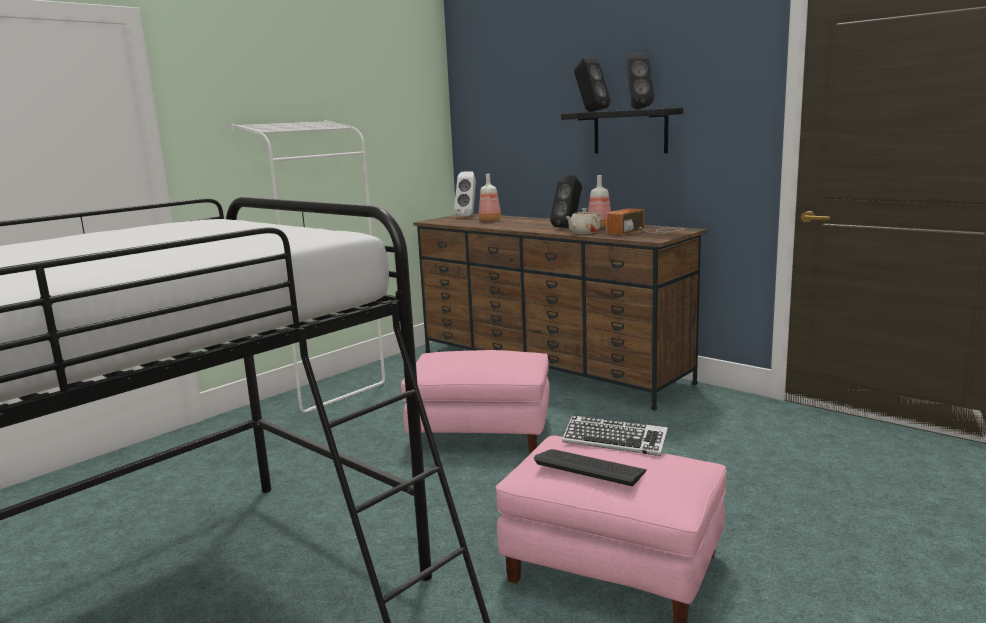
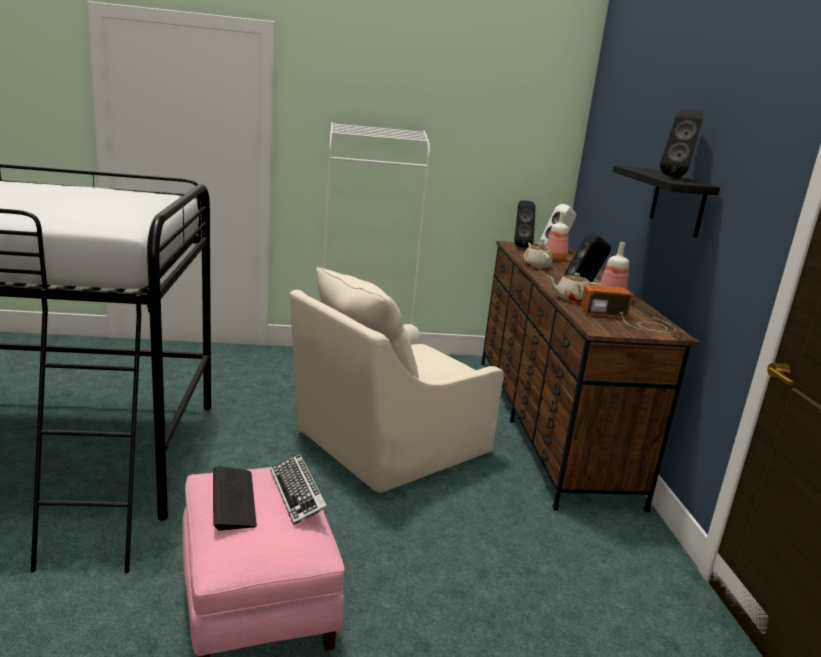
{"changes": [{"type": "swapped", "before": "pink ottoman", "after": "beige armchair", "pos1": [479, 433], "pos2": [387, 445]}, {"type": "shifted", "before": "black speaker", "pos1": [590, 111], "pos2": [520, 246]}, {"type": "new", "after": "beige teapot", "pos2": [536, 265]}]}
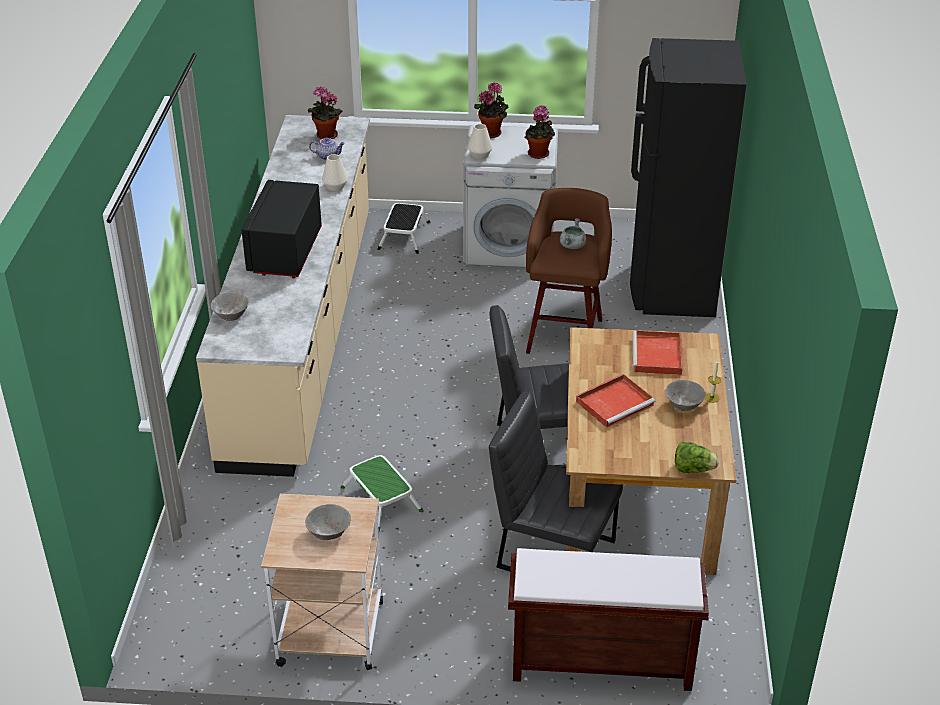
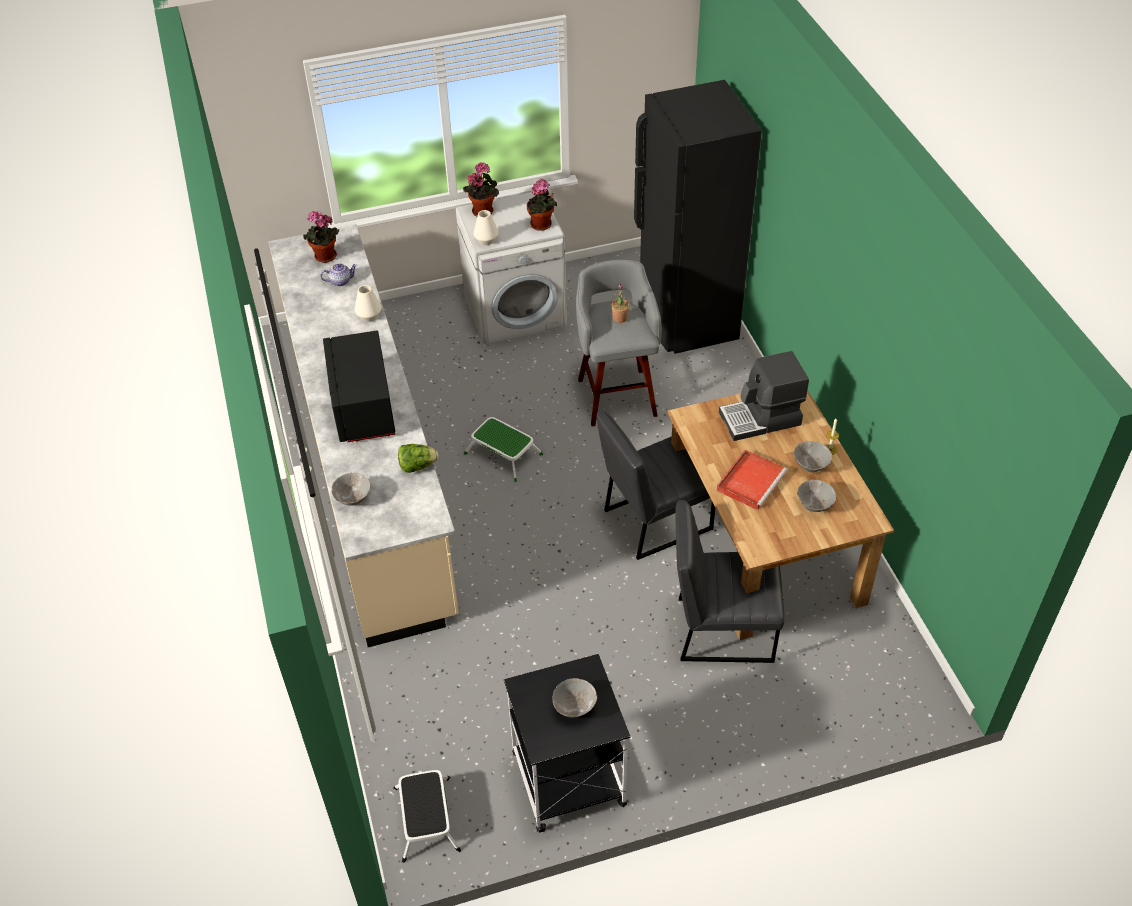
{"changes": [{"type": "shifted", "before": "black step ladder", "pos1": [404, 235], "pos2": [427, 818]}, {"type": "shifted", "before": "lettuce", "pos1": [693, 469], "pos2": [417, 466]}, {"type": "shifted", "before": "green step ladder", "pos1": [381, 499], "pos2": [503, 454]}, {"type": "repainted", "before": "beige cart", "after": "black cart", "pos1": [328, 632], "pos2": [566, 780]}, {"type": "repainted", "before": "brown stool", "after": "grey stool", "pos1": [565, 334], "pos2": [616, 395]}, {"type": "swapped", "before": "grey cooking pot", "after": "potted plant", "pos1": [572, 246], "pos2": [620, 318]}, {"type": "swapped", "before": "red tray", "after": "coffee machine", "pos1": [657, 356], "pos2": [761, 419]}, {"type": "new", "after": "grey bowl", "pos2": [814, 505]}, {"type": "gone", "before": "brown bench", "pos1": [599, 661]}]}
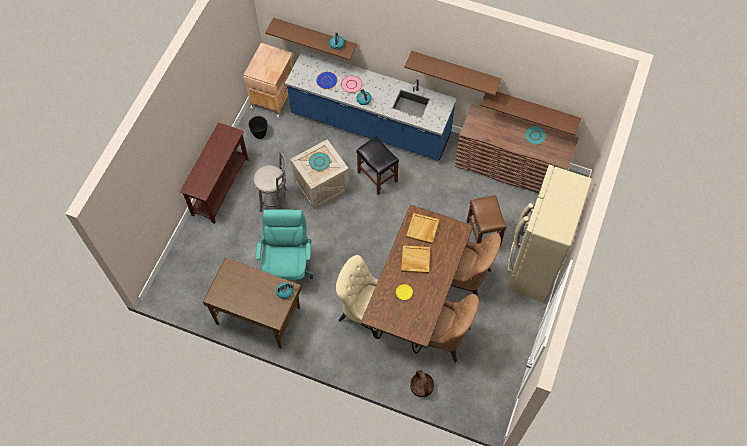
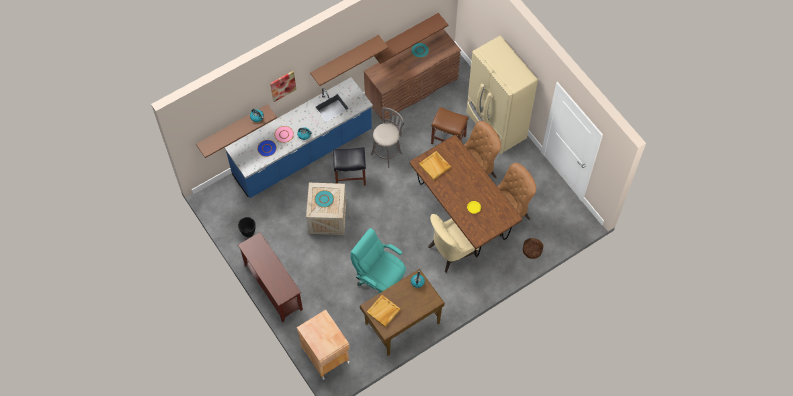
{"changes": [{"type": "new", "after": "picture", "pos2": [282, 85]}, {"type": "shifted", "before": "brown cart", "pos1": [273, 97], "pos2": [325, 355]}, {"type": "shifted", "before": "beige tray", "pos1": [415, 260], "pos2": [383, 311]}, {"type": "shifted", "before": "grey stool", "pos1": [275, 201], "pos2": [387, 152]}]}
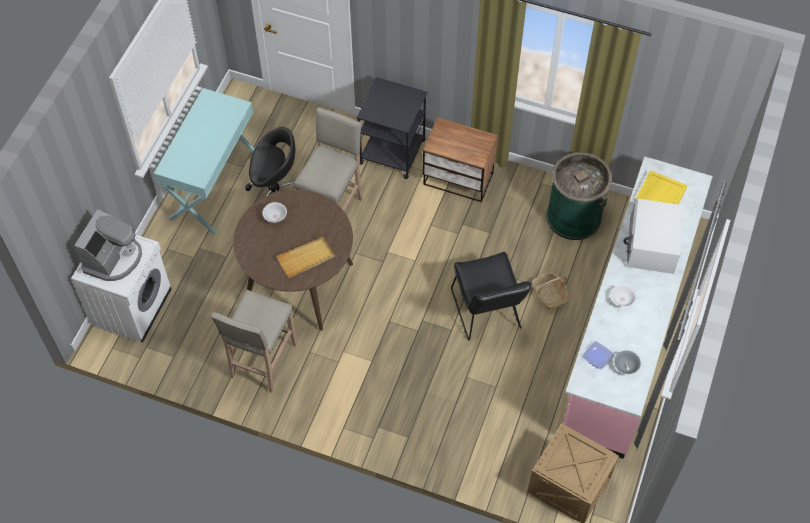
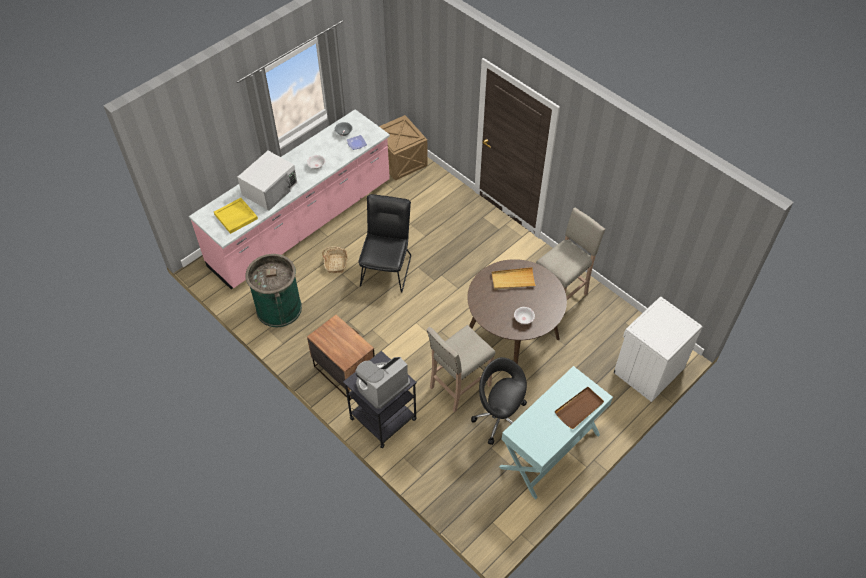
{"changes": [{"type": "shifted", "before": "coffee machine", "pos1": [113, 258], "pos2": [381, 385]}, {"type": "new", "after": "brown tray", "pos2": [579, 408]}]}
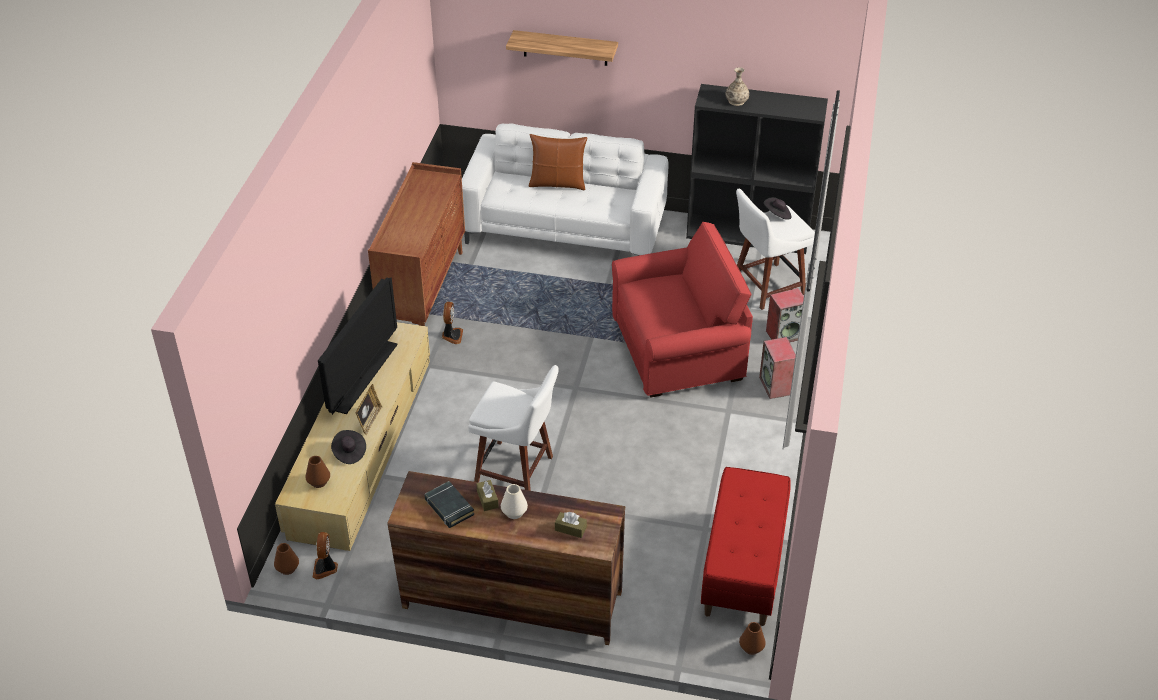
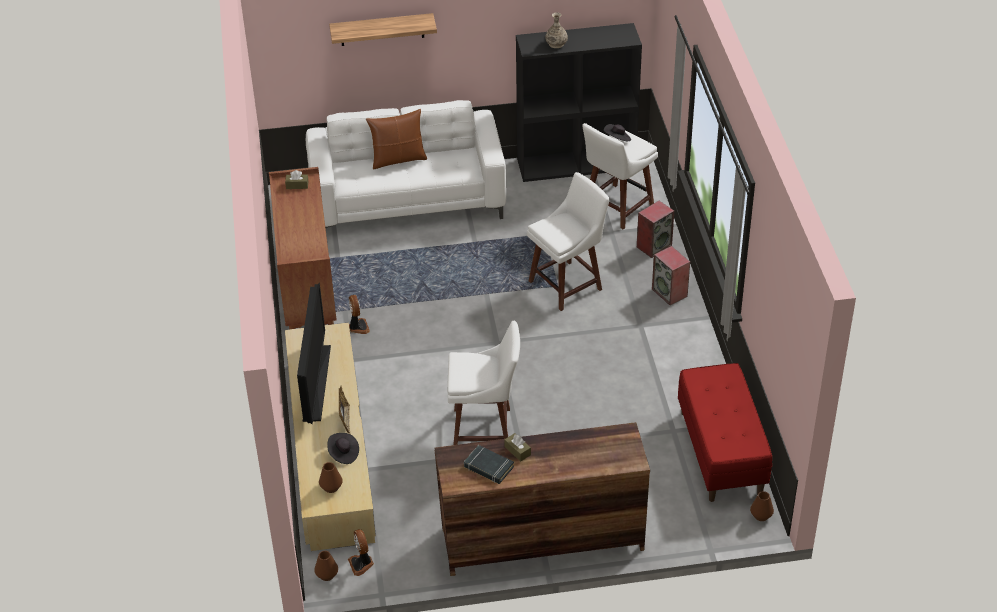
{"changes": [{"type": "shifted", "before": "brown tissue box", "pos1": [570, 529], "pos2": [297, 185]}, {"type": "swapped", "before": "red armchair", "after": "white stool", "pos1": [677, 349], "pos2": [568, 284]}, {"type": "gone", "before": "white vase", "pos1": [514, 512]}]}
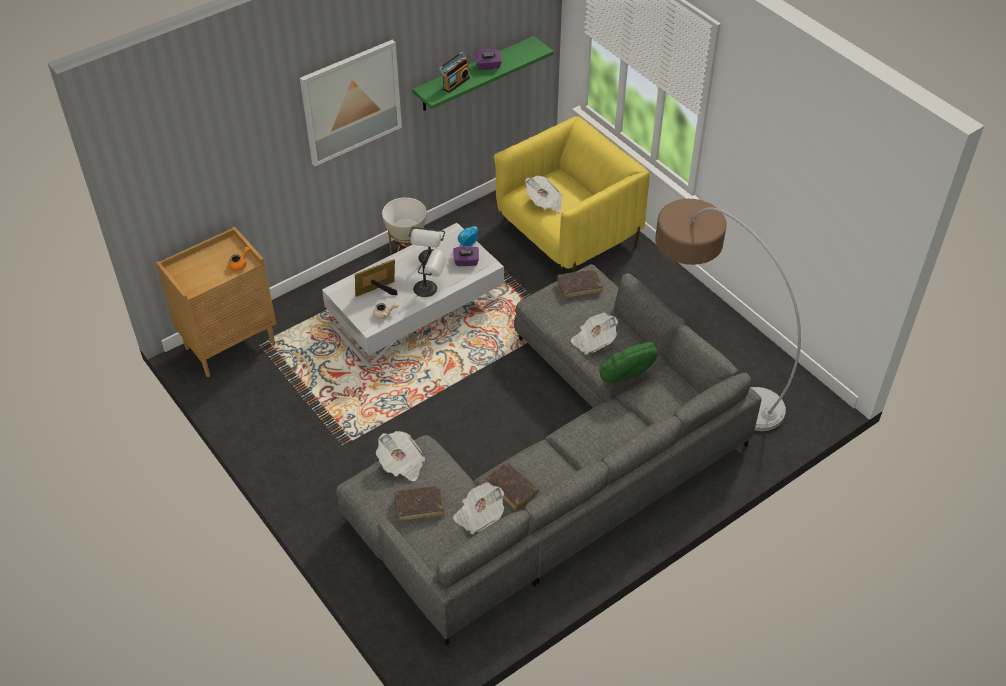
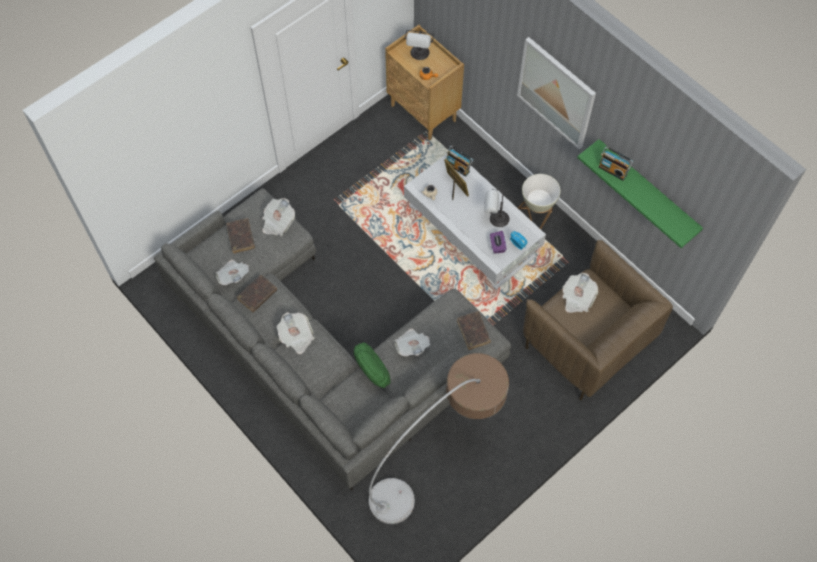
{"changes": [{"type": "new", "after": "newspaper", "pos2": [296, 337]}, {"type": "shifted", "before": "table lamp", "pos1": [430, 289], "pos2": [419, 55]}, {"type": "new", "after": "radio", "pos2": [458, 166]}, {"type": "repainted", "before": "yellow armchair", "after": "brown armchair", "pos1": [568, 234], "pos2": [587, 340]}, {"type": "gone", "before": "purple tissue box", "pos1": [488, 66]}]}
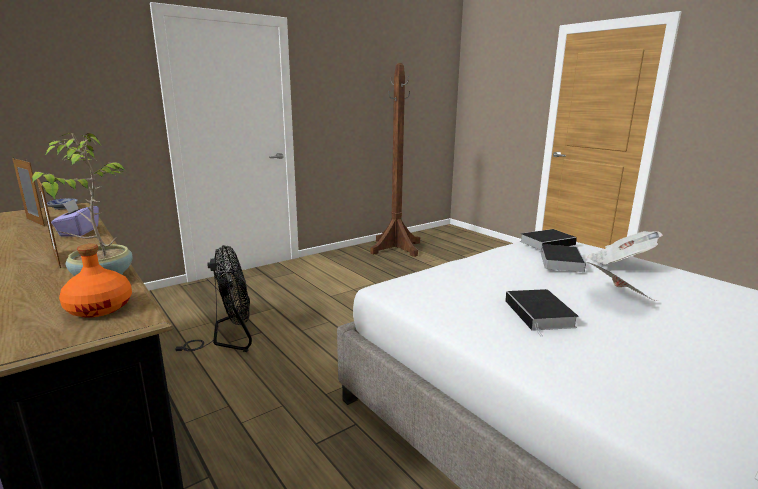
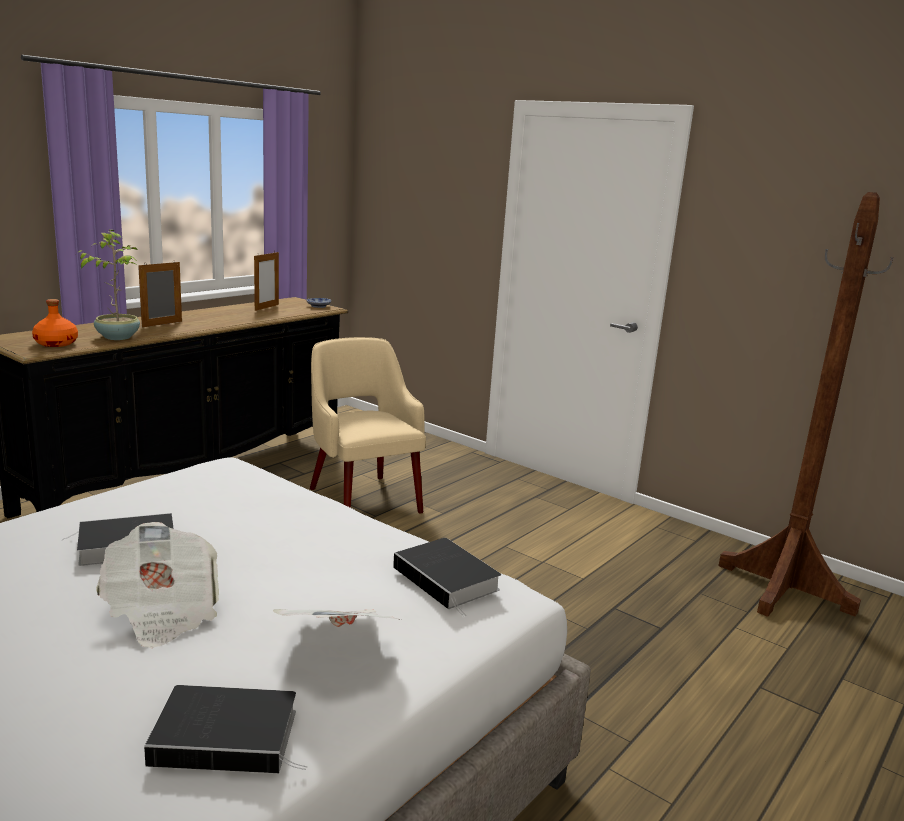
{"changes": [{"type": "shifted", "before": "book", "pos1": [560, 261], "pos2": [230, 736]}, {"type": "swapped", "before": "black fan", "after": "beige armchair", "pos1": [228, 334], "pos2": [363, 499]}, {"type": "gone", "before": "purple tissue box", "pos1": [79, 232]}]}
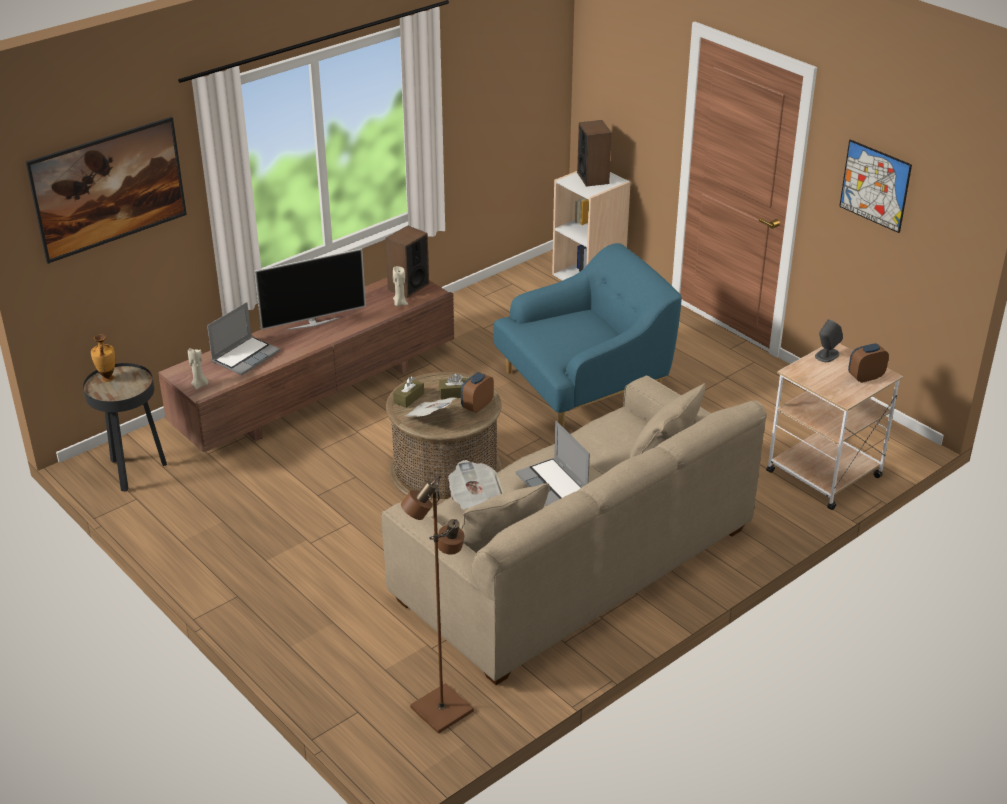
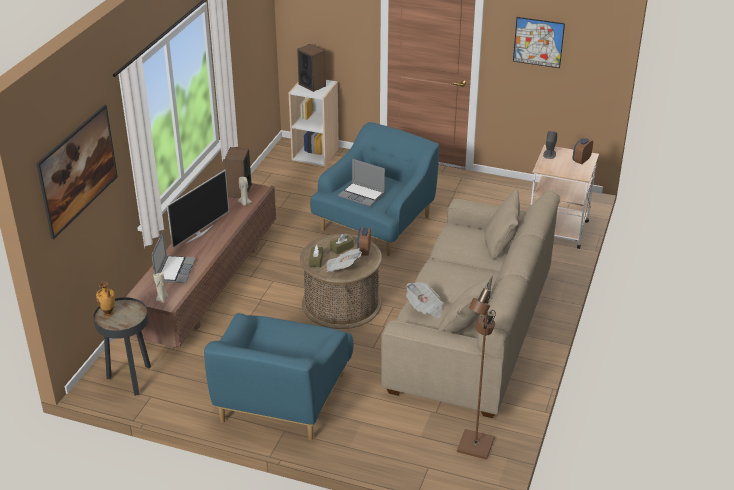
{"changes": [{"type": "new", "after": "blue armchair", "pos2": [281, 398]}, {"type": "shifted", "before": "laptop", "pos1": [553, 484], "pos2": [362, 195]}]}
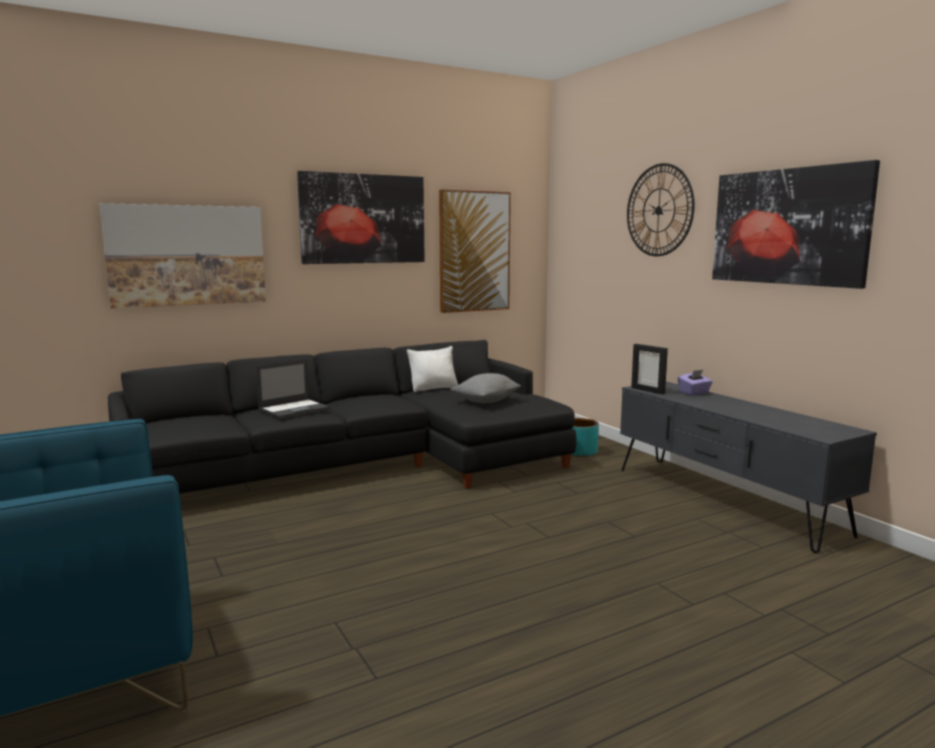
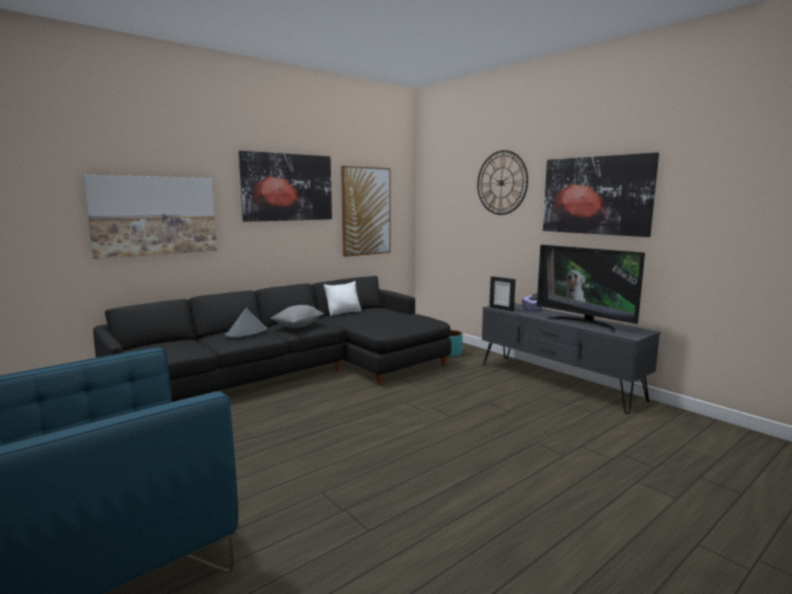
{"changes": [{"type": "swapped", "before": "laptop", "after": "grey hat", "pos1": [295, 409], "pos2": [247, 333]}, {"type": "shifted", "before": "grey pillow", "pos1": [486, 401], "pos2": [298, 326]}, {"type": "new", "after": "television", "pos2": [585, 323]}]}
